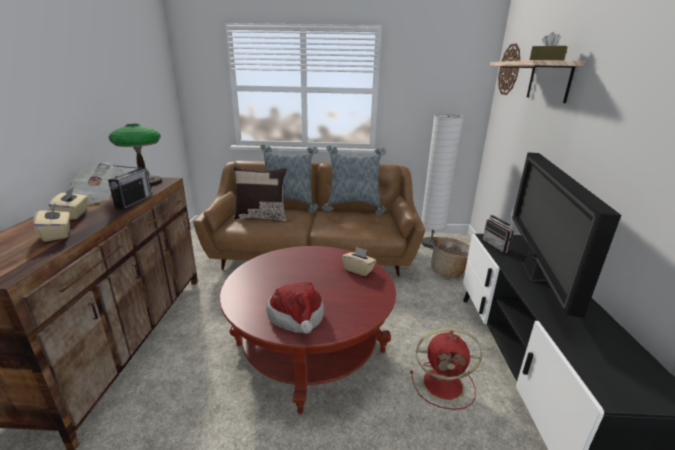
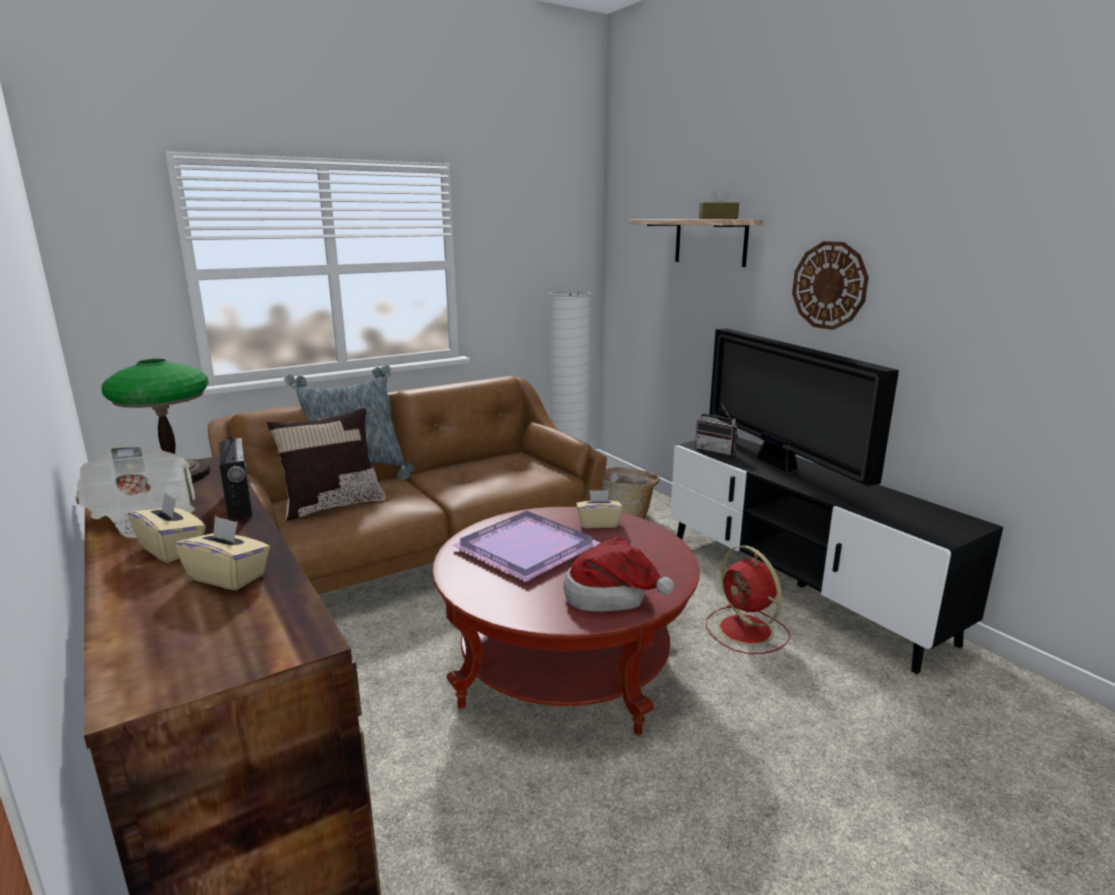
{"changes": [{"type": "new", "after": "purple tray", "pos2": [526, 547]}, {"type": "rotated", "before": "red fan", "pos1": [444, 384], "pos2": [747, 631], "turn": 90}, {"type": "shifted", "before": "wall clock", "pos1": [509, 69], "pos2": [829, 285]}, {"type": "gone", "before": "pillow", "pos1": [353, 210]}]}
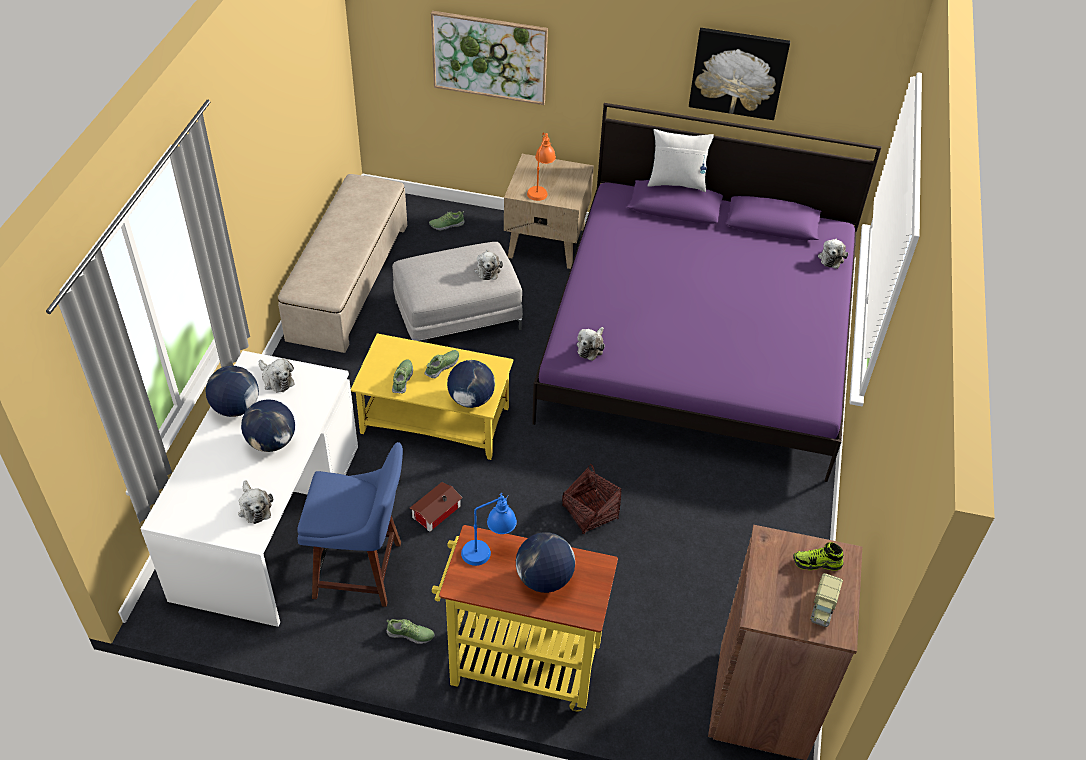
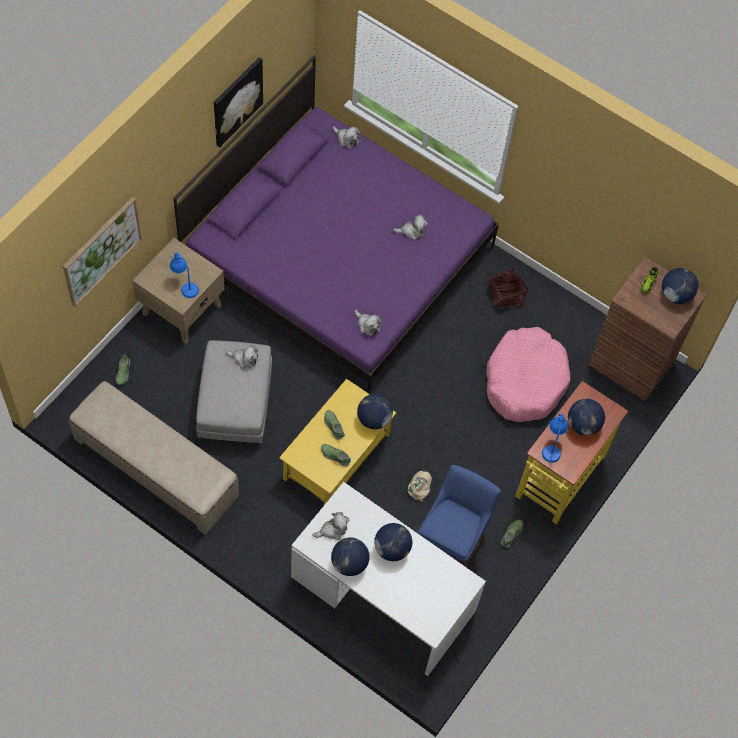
{"changes": [{"type": "repainted", "before": "orange table lamp", "after": "blue table lamp", "pos1": [540, 189], "pos2": [184, 285]}, {"type": "shifted", "before": "plush toy", "pos1": [254, 507], "pos2": [412, 231]}, {"type": "swapped", "before": "toy house", "after": "beige cap", "pos1": [434, 512], "pos2": [420, 486]}, {"type": "new", "after": "pink dog bed", "pos2": [525, 380]}, {"type": "shifted", "before": "basket", "pos1": [590, 512], "pos2": [505, 296]}, {"type": "swapped", "before": "toy truck", "after": "globe", "pos1": [823, 606], "pos2": [675, 295]}, {"type": "gone", "before": "grey pillow", "pos1": [676, 184]}]}
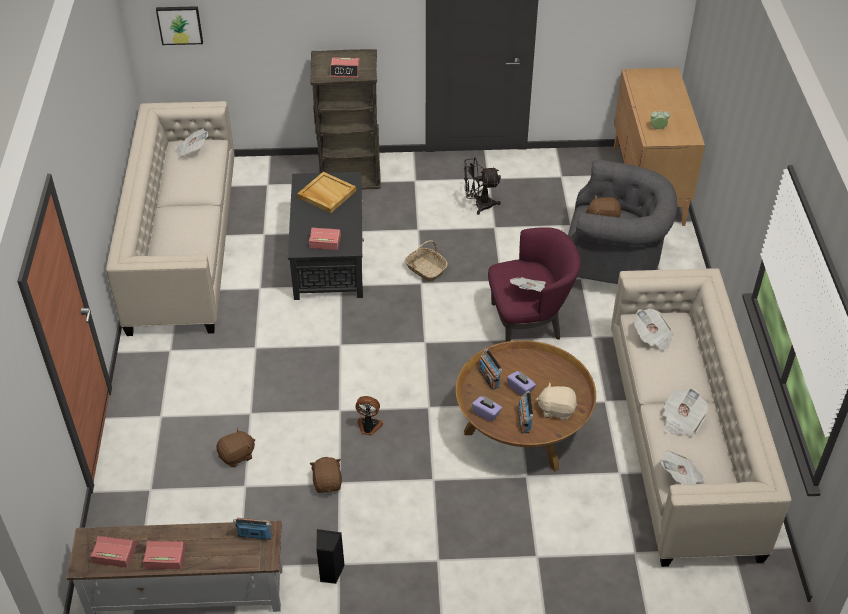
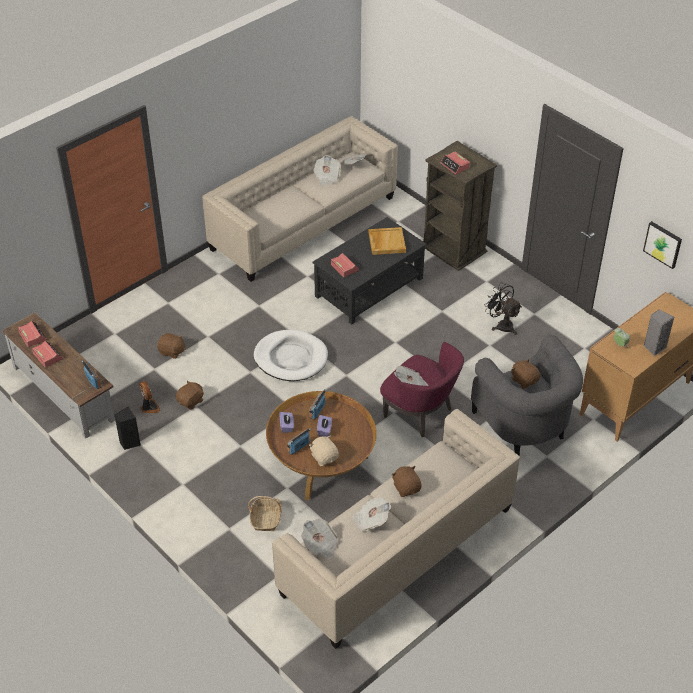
{"changes": [{"type": "shifted", "before": "fan", "pos1": [369, 427], "pos2": [149, 407]}, {"type": "shifted", "before": "basket", "pos1": [425, 269], "pos2": [266, 518]}, {"type": "new", "after": "white dog bed", "pos2": [291, 358]}, {"type": "shifted", "before": "newspaper", "pos1": [652, 338], "pos2": [327, 177]}, {"type": "new", "after": "brown plush toy", "pos2": [406, 488]}, {"type": "shifted", "before": "picture", "pos1": [180, 24], "pos2": [663, 244]}, {"type": "new", "after": "grey speaker", "pos2": [654, 347]}]}
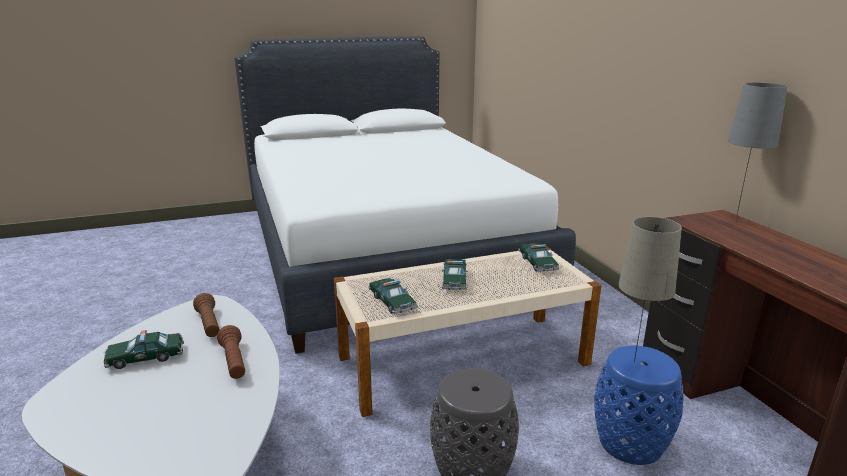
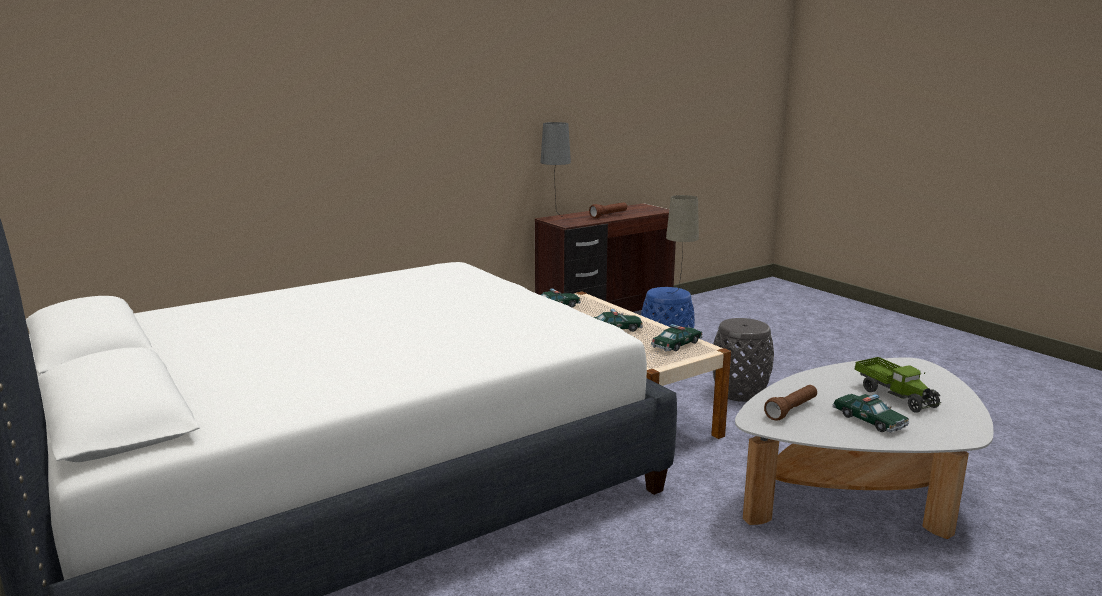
{"changes": [{"type": "shifted", "before": "brown flashlight", "pos1": [234, 362], "pos2": [608, 215]}, {"type": "new", "after": "toy truck", "pos2": [895, 396]}]}
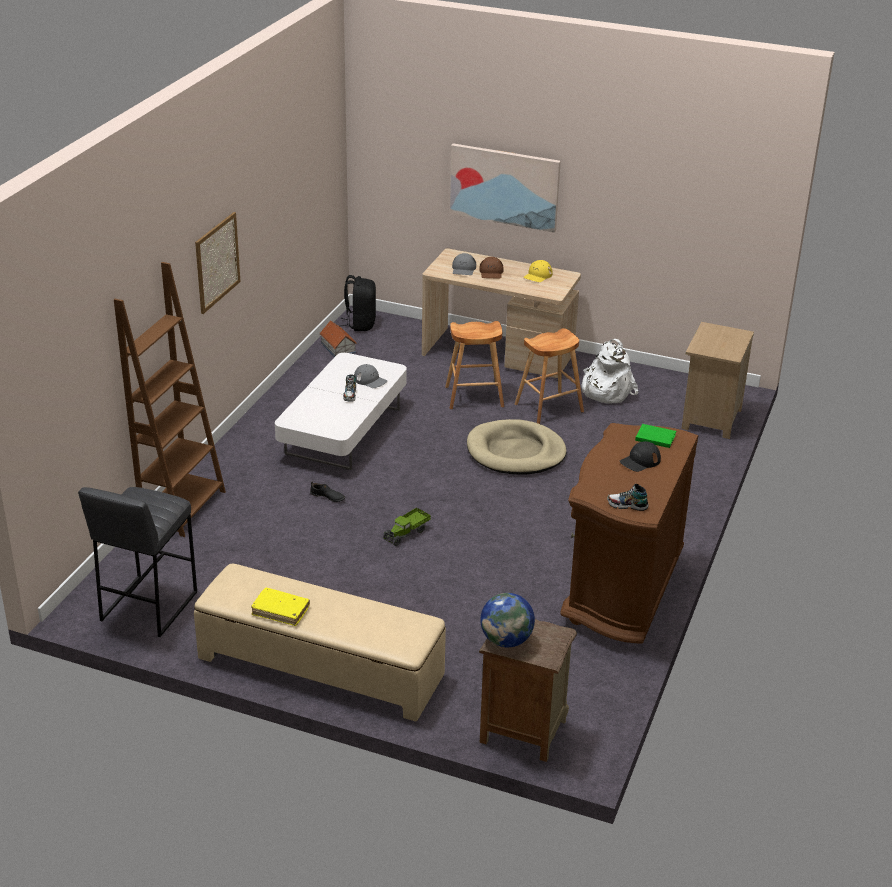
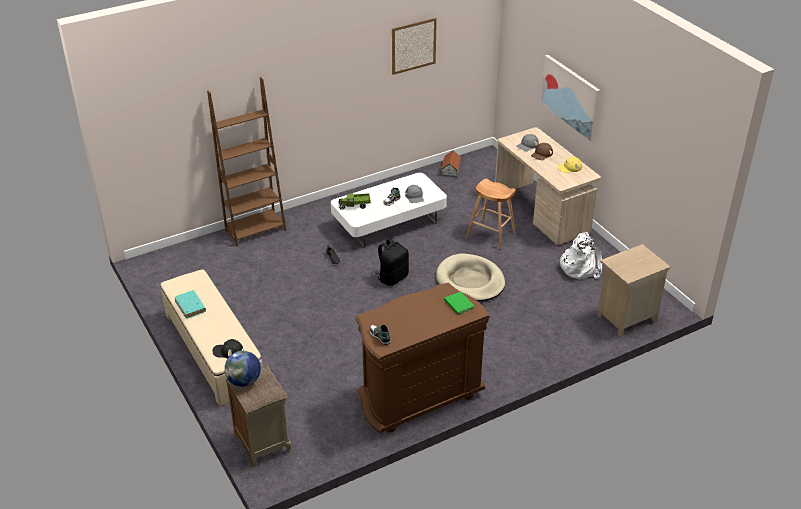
{"changes": [{"type": "repainted", "before": "yellow book", "after": "turquoise book", "pos1": [280, 611], "pos2": [190, 307]}, {"type": "shifted", "before": "black cap", "pos1": [640, 461], "pos2": [228, 351]}, {"type": "shifted", "before": "toy truck", "pos1": [406, 533], "pos2": [354, 206]}, {"type": "shifted", "before": "black backpack", "pos1": [360, 324], "pos2": [392, 278]}, {"type": "shifted", "before": "picture", "pos1": [217, 261], "pos2": [413, 45]}, {"type": "gone", "before": "grey stool", "pos1": [148, 607]}, {"type": "gone", "before": "brown stool", "pos1": [549, 408]}]}
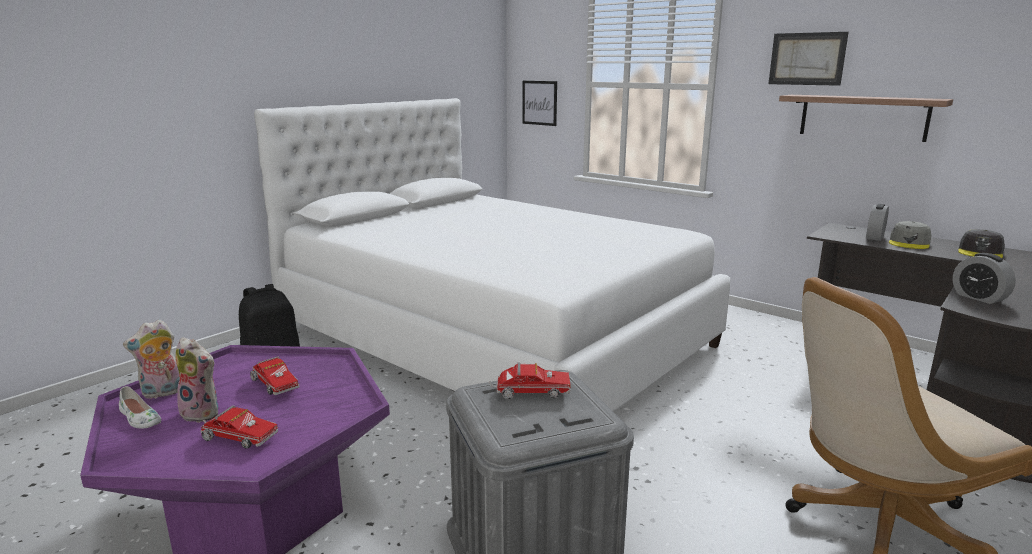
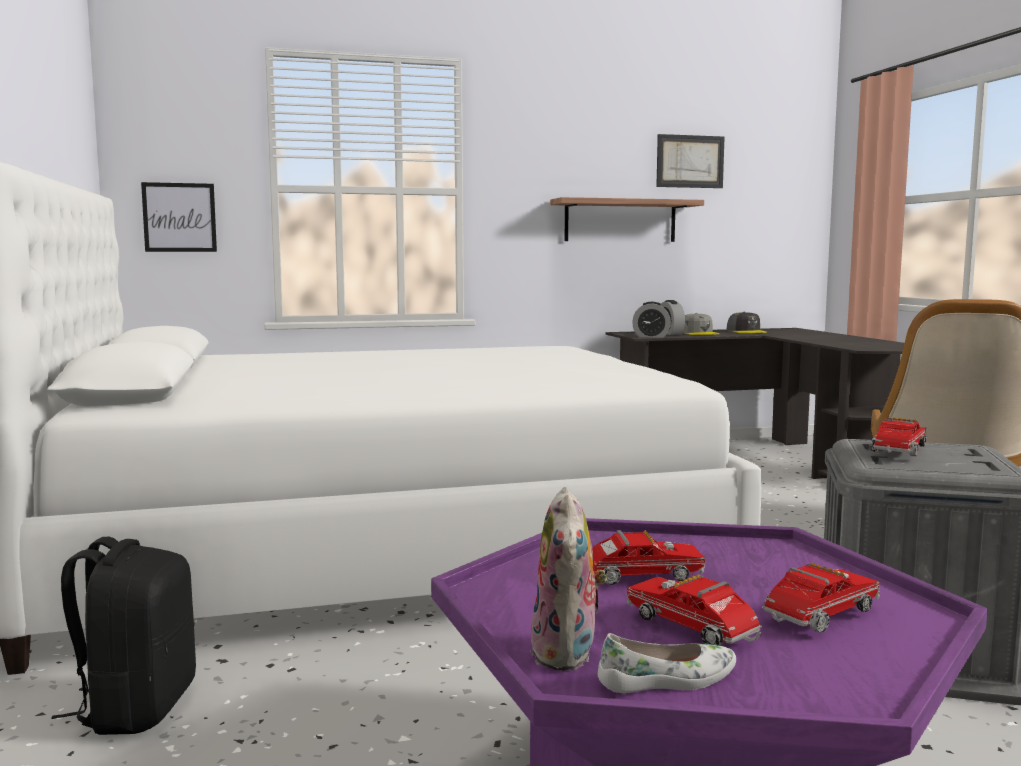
{"changes": [{"type": "swapped", "before": "plush toy", "after": "toy truck", "pos1": [203, 413], "pos2": [697, 631]}, {"type": "shifted", "before": "alarm clock", "pos1": [978, 297], "pos2": [651, 336]}, {"type": "shifted", "before": "picture", "pos1": [807, 59], "pos2": [690, 161]}]}
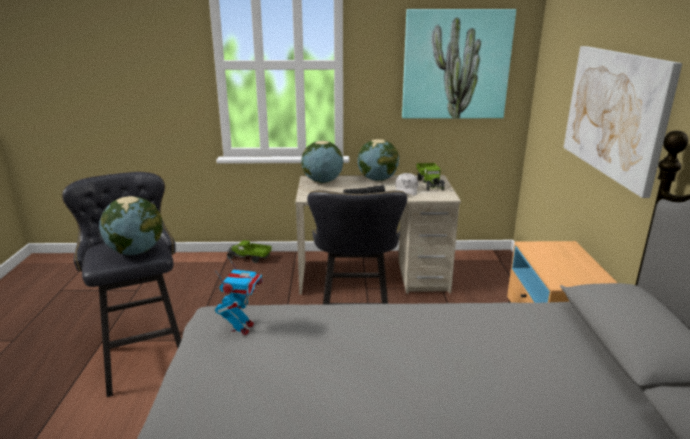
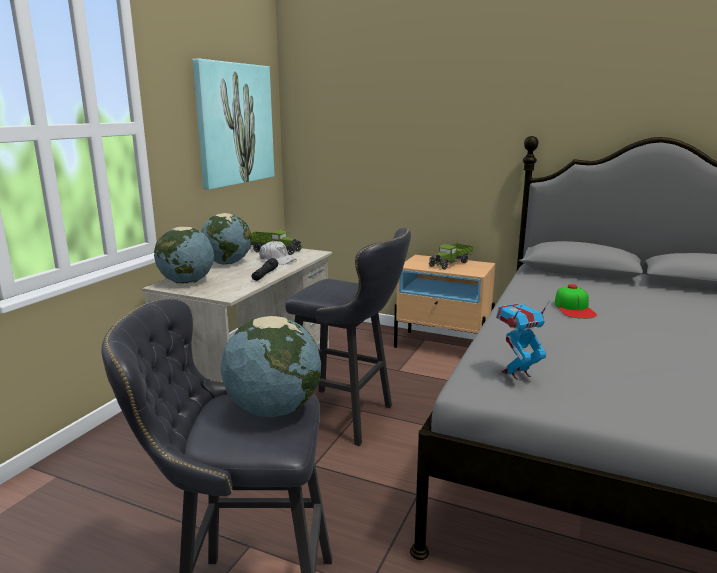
{"changes": [{"type": "shifted", "before": "toy truck", "pos1": [249, 258], "pos2": [450, 263]}, {"type": "rotated", "before": "toy robot", "pos1": [242, 328], "pos2": [516, 373], "turn": -60}, {"type": "new", "after": "cap", "pos2": [574, 308]}, {"type": "gone", "before": "picture", "pos1": [614, 113]}]}
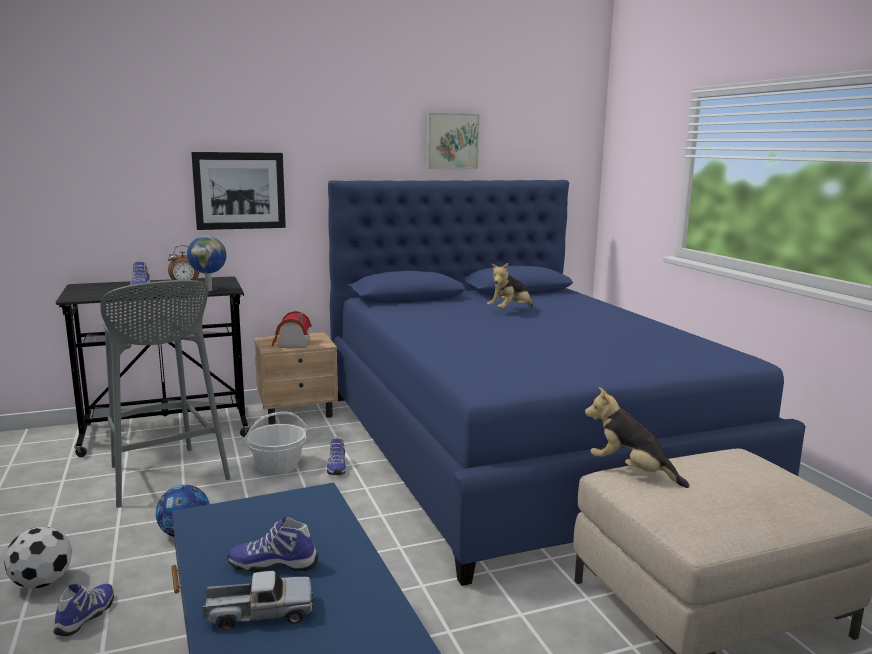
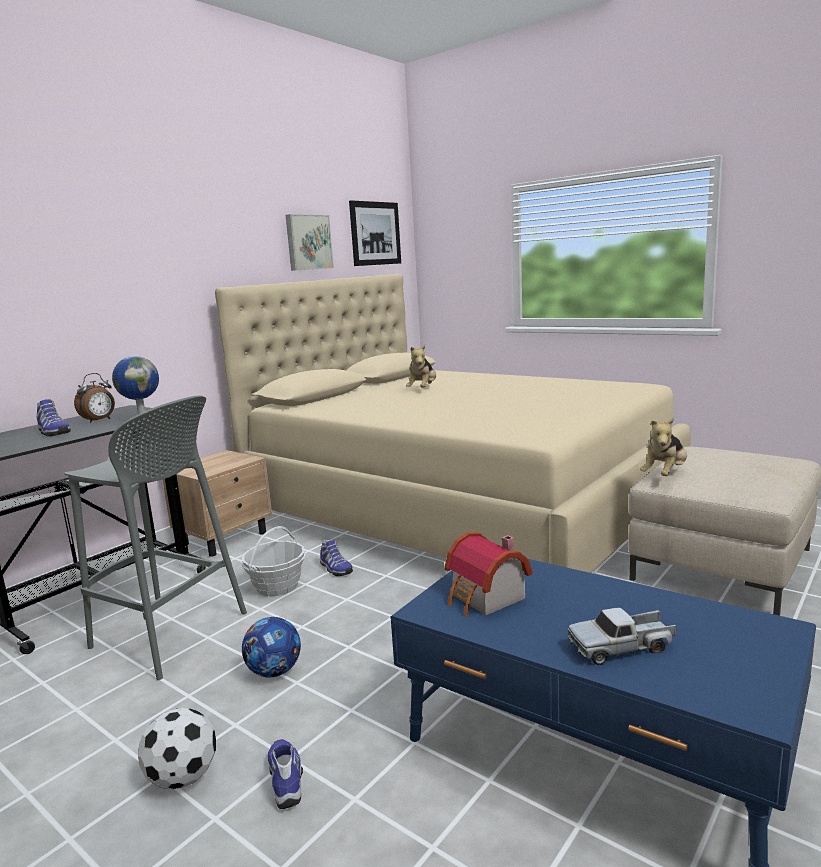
{"changes": [{"type": "repainted", "before": "blue bed", "after": "beige bed", "pos1": [520, 446], "pos2": [461, 507]}, {"type": "shifted", "before": "picture", "pos1": [239, 190], "pos2": [375, 233]}, {"type": "shifted", "before": "toy house", "pos1": [291, 344], "pos2": [486, 599]}, {"type": "rotated", "before": "toy truck", "pos1": [259, 613], "pos2": [621, 647], "turn": -150}, {"type": "rotated", "before": "plush toy", "pos1": [631, 471], "pos2": [665, 474], "turn": -60}, {"type": "gone", "before": "shoe", "pos1": [274, 564]}]}
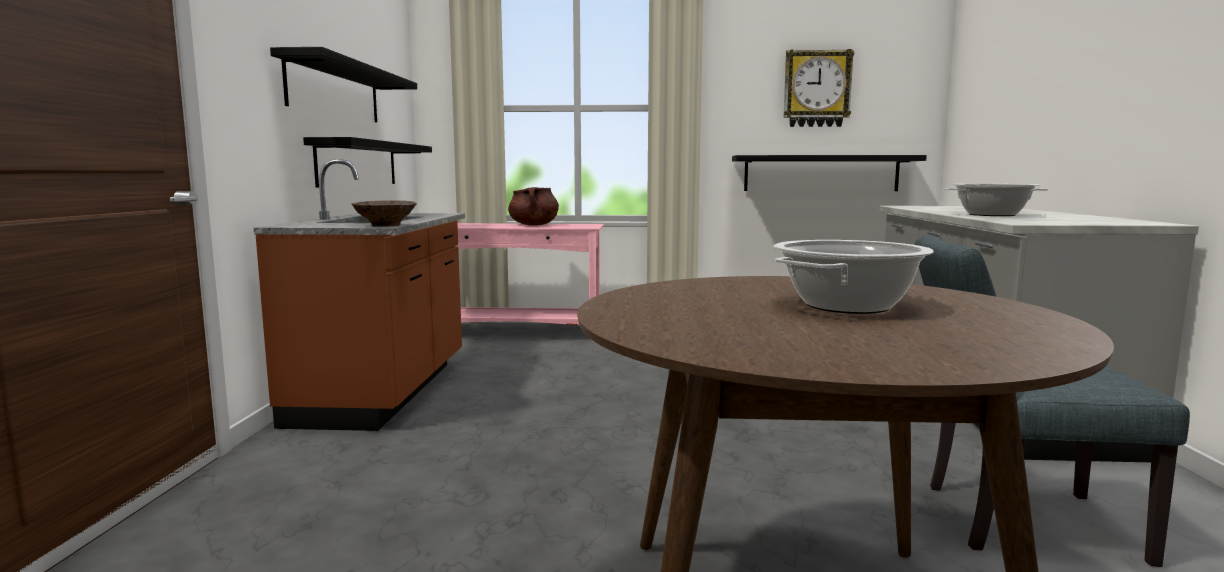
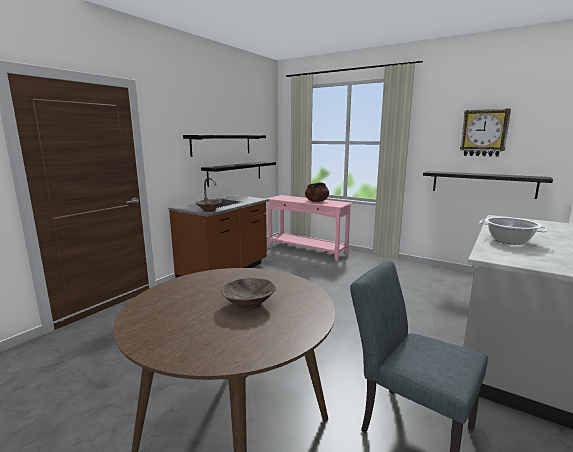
{"changes": [{"type": "swapped", "before": "cooking pot", "after": "brown bowl", "pos1": [847, 305], "pos2": [249, 305]}]}
